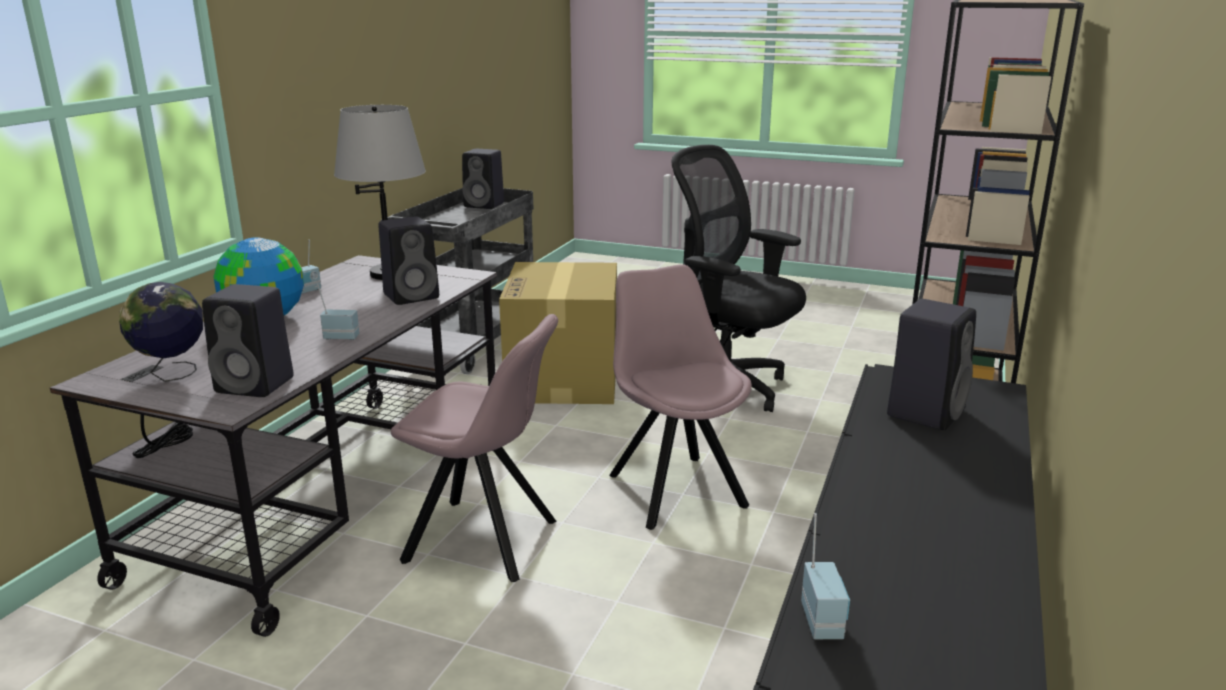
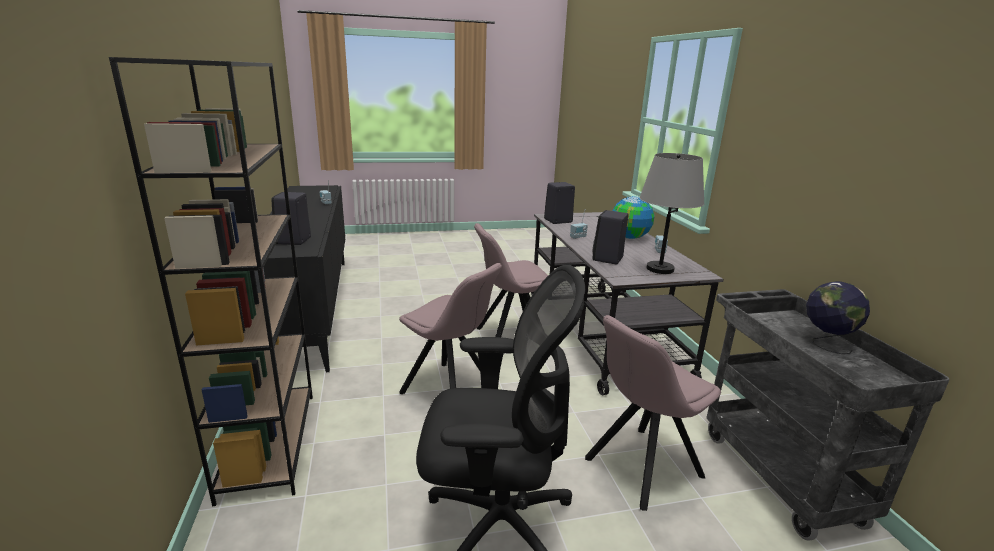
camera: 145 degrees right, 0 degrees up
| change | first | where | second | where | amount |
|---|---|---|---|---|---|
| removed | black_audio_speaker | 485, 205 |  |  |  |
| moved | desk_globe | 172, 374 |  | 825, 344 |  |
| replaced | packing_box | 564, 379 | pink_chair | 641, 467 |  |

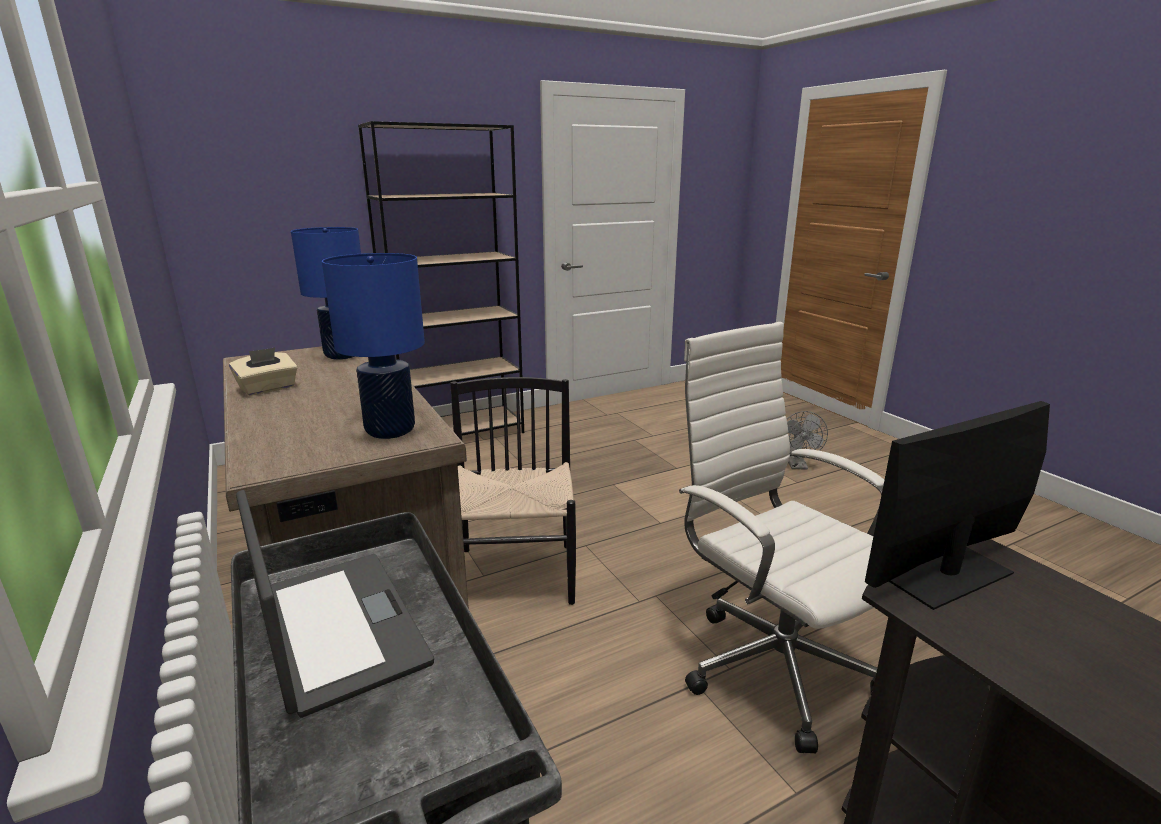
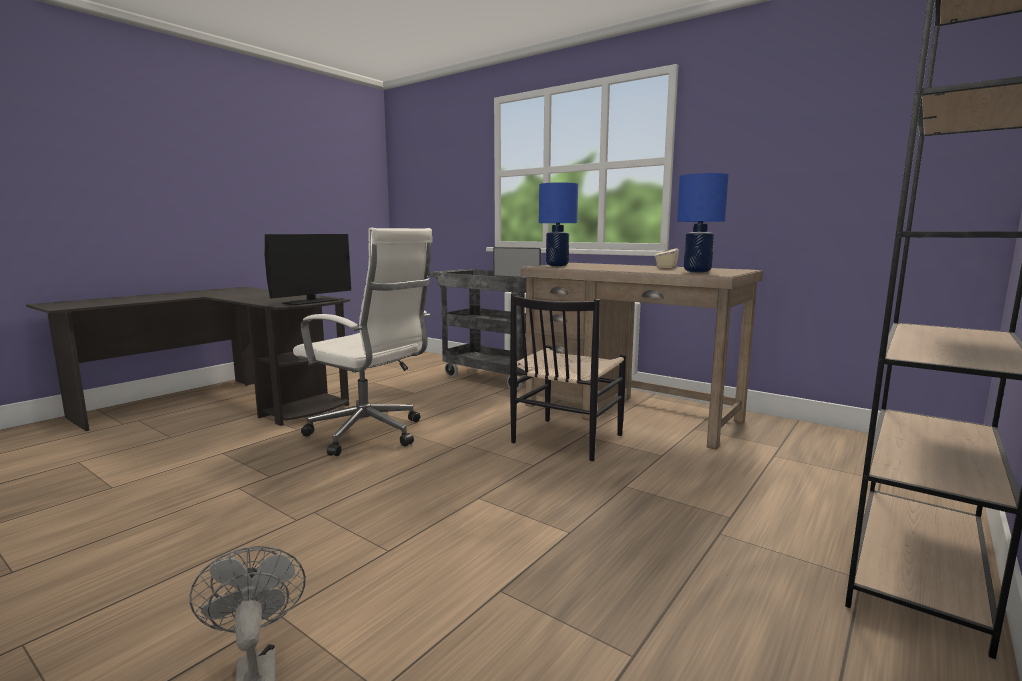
camera: 155 degrees right, 10 degrees down
| change | first | where | second | where | amount |
|---|---|---|---|---|---|
| turned | black_chair | 516, 572 |  | 564, 441 | 60 degrees clockwise |

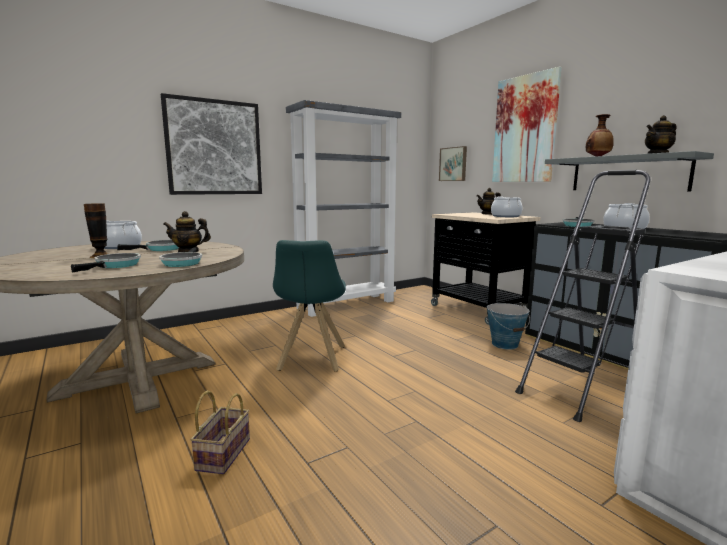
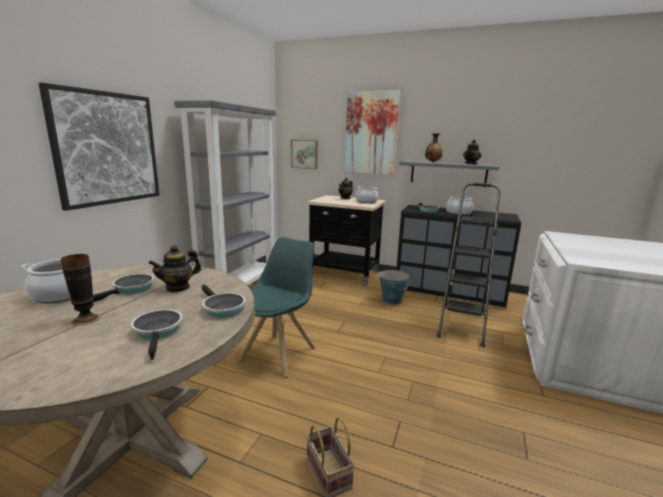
camera: 35 degrees left, 5 degrees up
| change | first | where | second | where | amount |
|---|---|---|---|---|---|
| turned | turquoise-coloured_chair | 311, 358 |  | 279, 354 | 120 degrees counterclockwise |

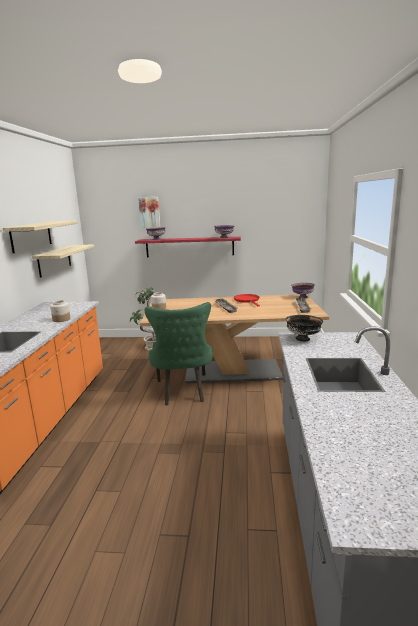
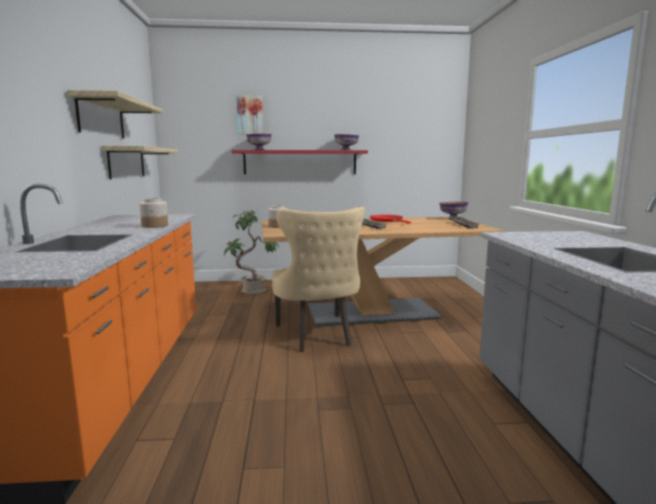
camera: 10 degrees left, 5 degrees down
| change | first | where | second | where | amount |
|---|---|---|---|---|---|
| removed | black_serving_bowl | 303, 339 |  |  |  |
| recoloured | green-coloured_chair | 183, 391 | sand-coloured_chair | 317, 335 |  |

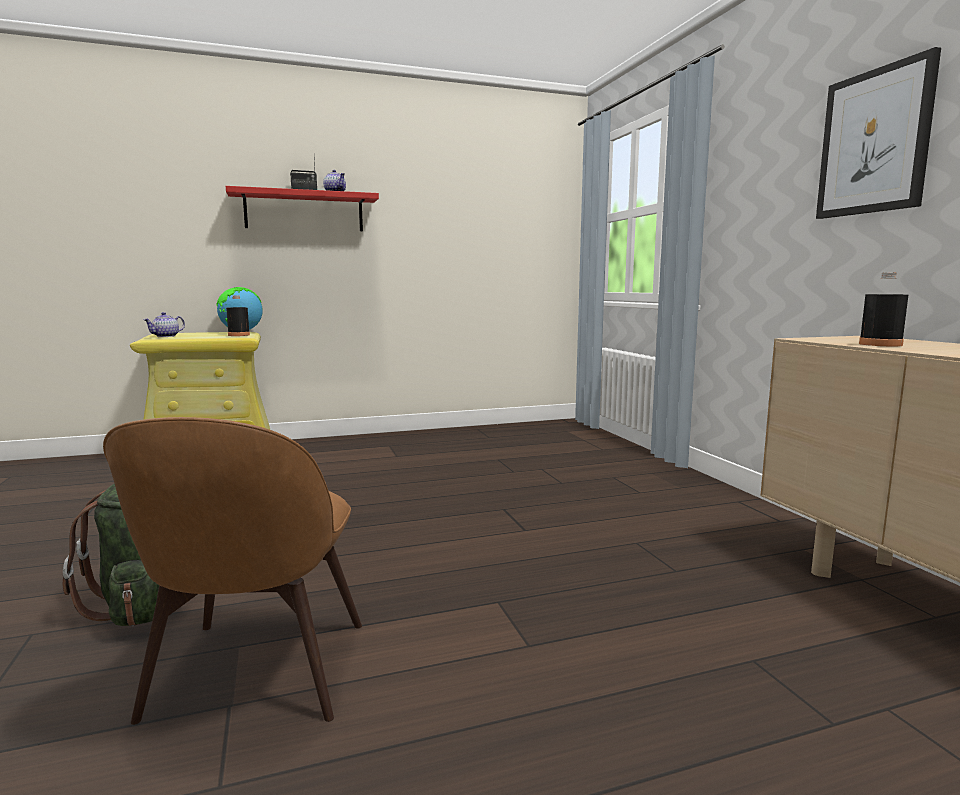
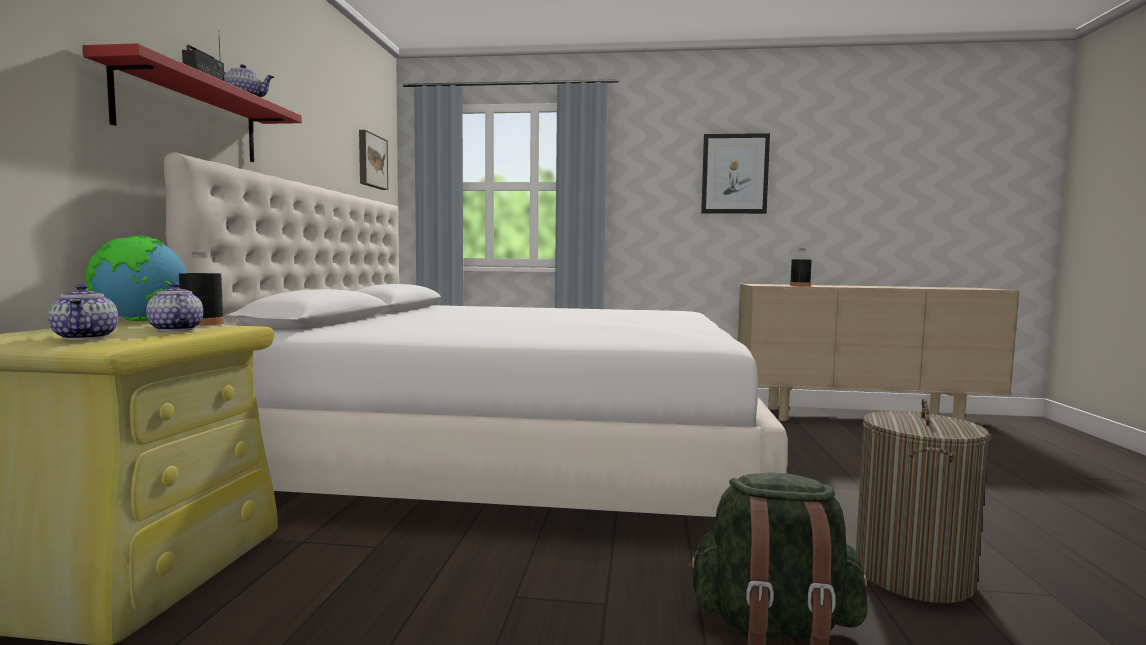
camera: 65 degrees left, 5 degrees down
| change | first | where | second | where | amount |
|---|---|---|---|---|---|
| added |  |  | pot_for_tea | 174, 329 |  |
| added |  |  | white-coloured_sleeping_bed | 515, 451 |  |
| added |  |  | wall_art | 371, 161 |  |
| replaced | brown_chair | 256, 675 | laundry_basket | 913, 575 |  |

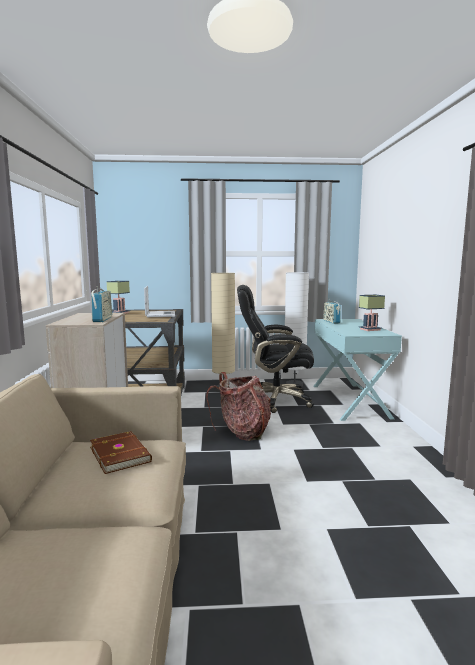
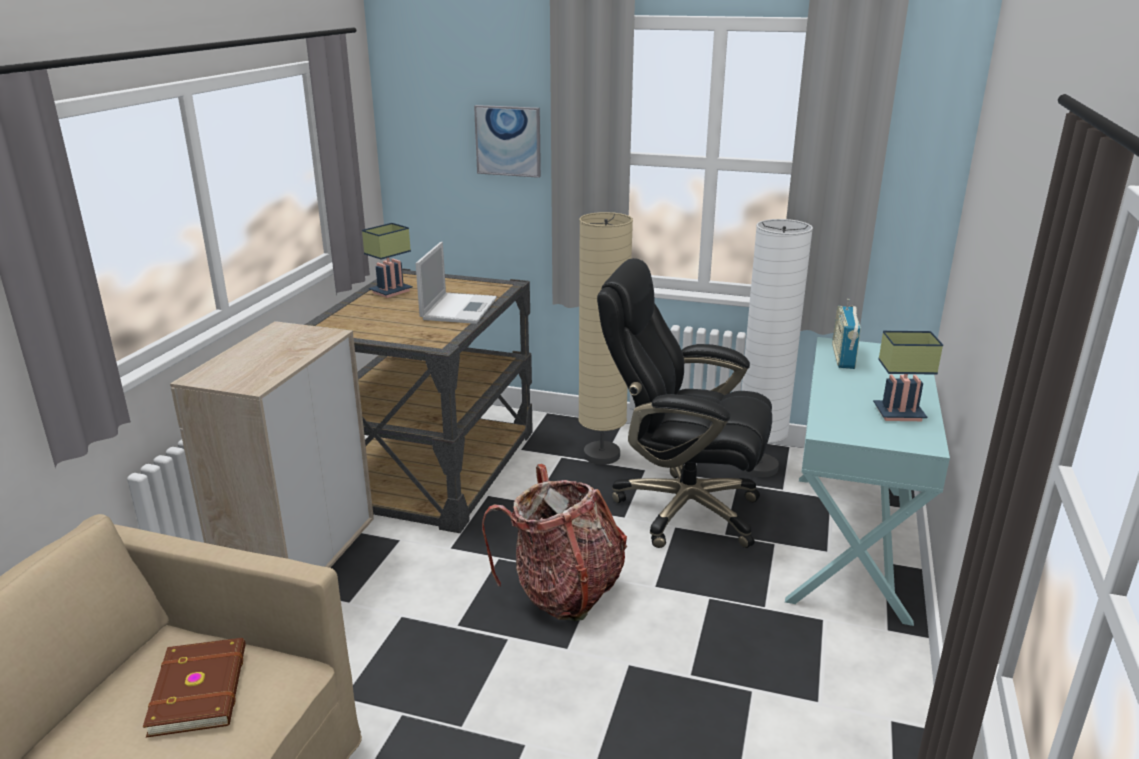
camera: 20 degrees right, 15 degrees up
| change | first | where | second | where | amount |
|---|---|---|---|---|---|
| removed | radio_receiver | 102, 319 |  |  |  |
| added |  |  | wall_art | 508, 141 |  |

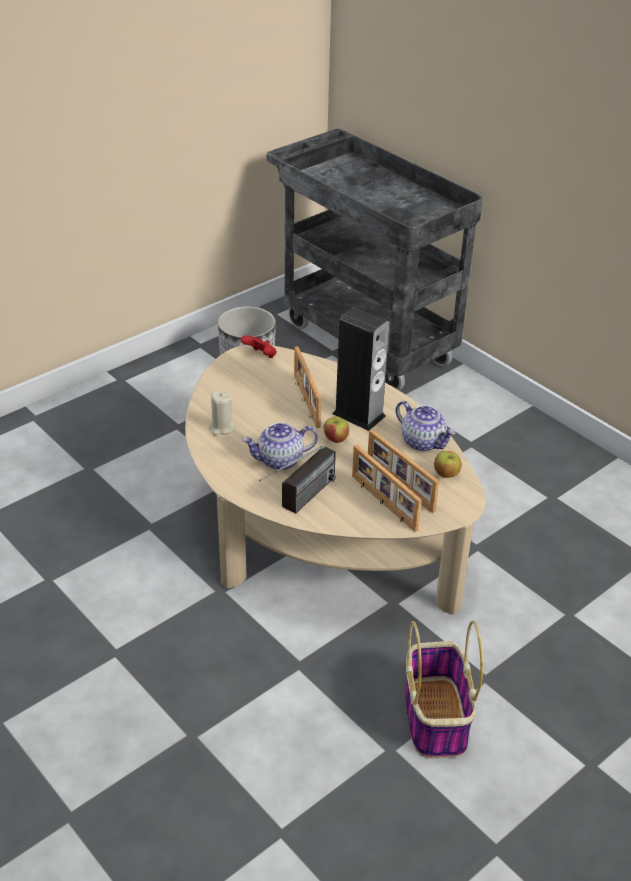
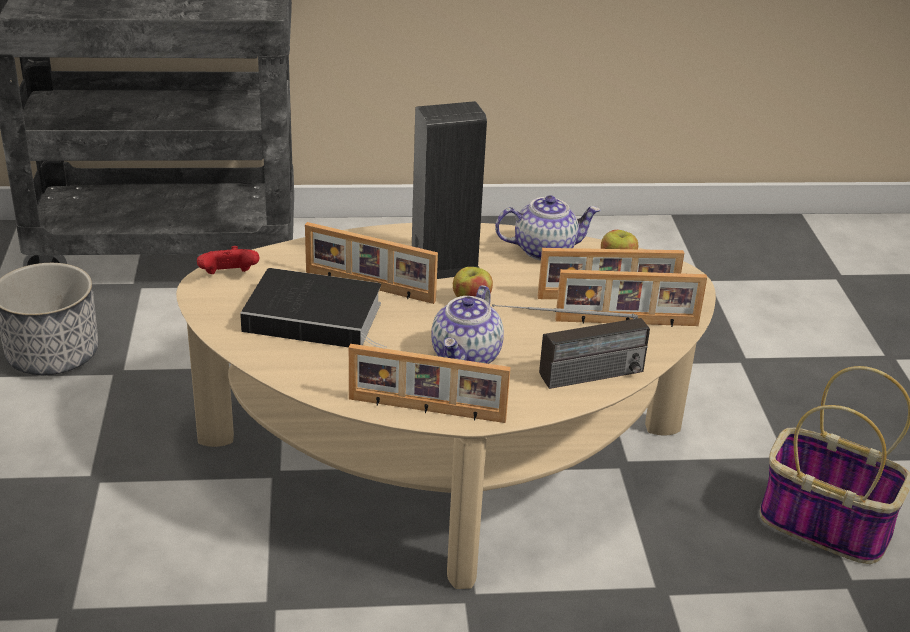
camera: 55 degrees left, 5 degrees down
| change | first | where | second | where | amount |
|---|---|---|---|---|---|
| removed | sand-coloured_candle | 222, 428 |  |  |  |
| added |  |  | book | 317, 317 |  |
| added |  |  | standing_frame | 426, 410 |  |
| turned | radio_receiver | 299, 503 |  | 566, 379 | 90 degrees clockwise |

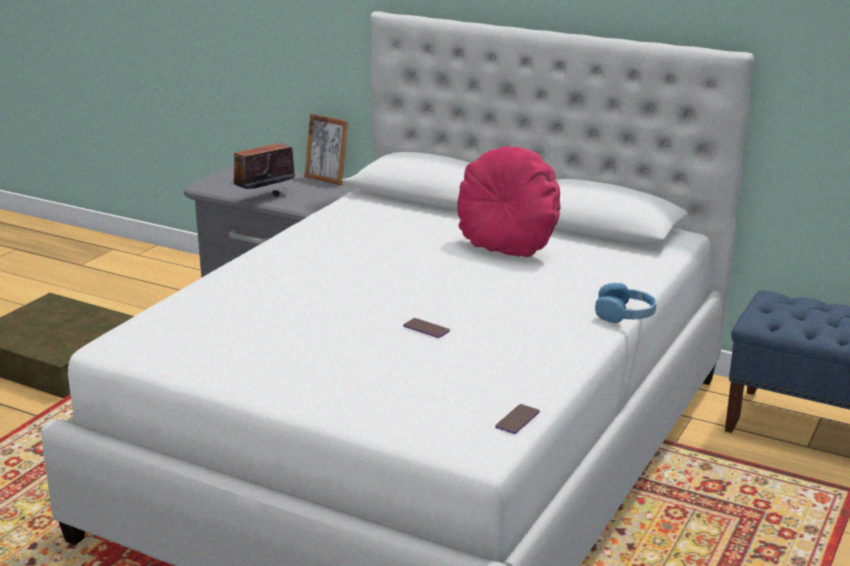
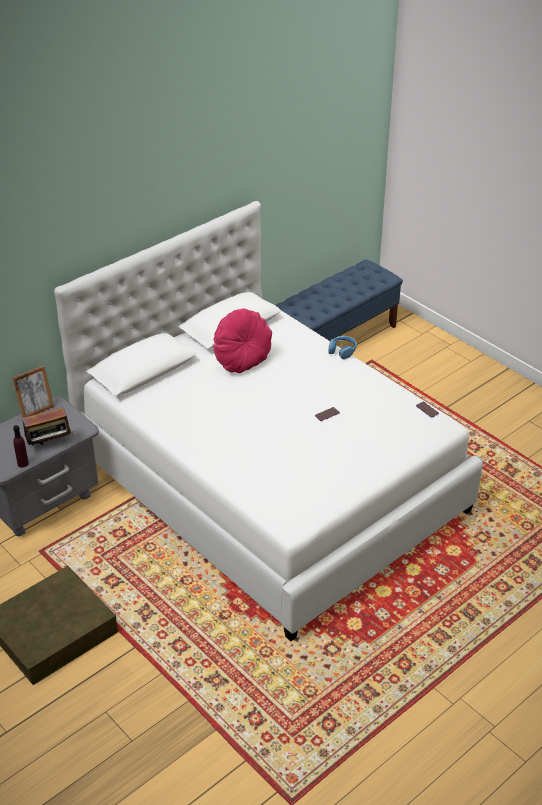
camera: 70 degrees left, 15 degrees up
| change | first | where | second | where | amount |
|---|---|---|---|---|---|
| added |  |  | purple-coloured_drink_bottle | 23, 463 |  |
| turned | radio_receiver | 264, 197 |  | 50, 444 | 90 degrees counterclockwise |

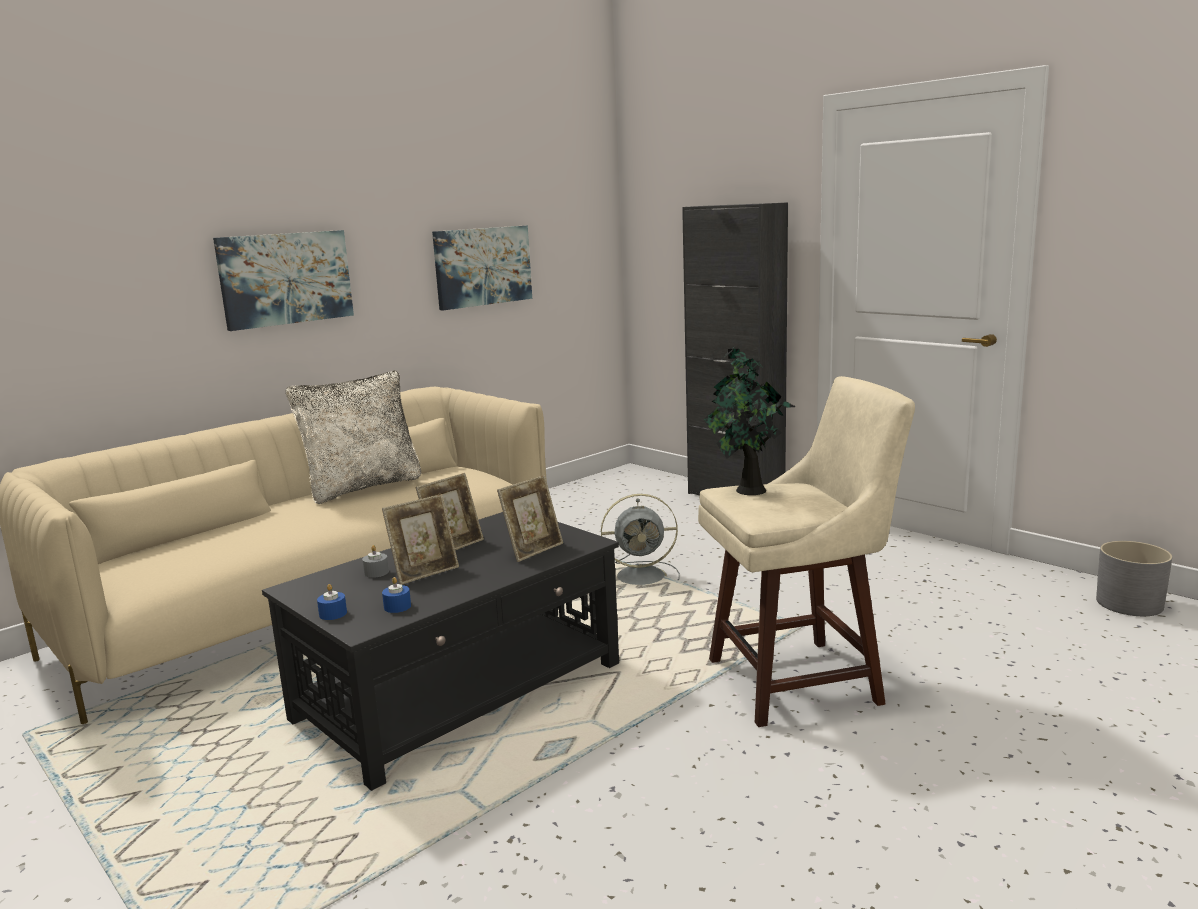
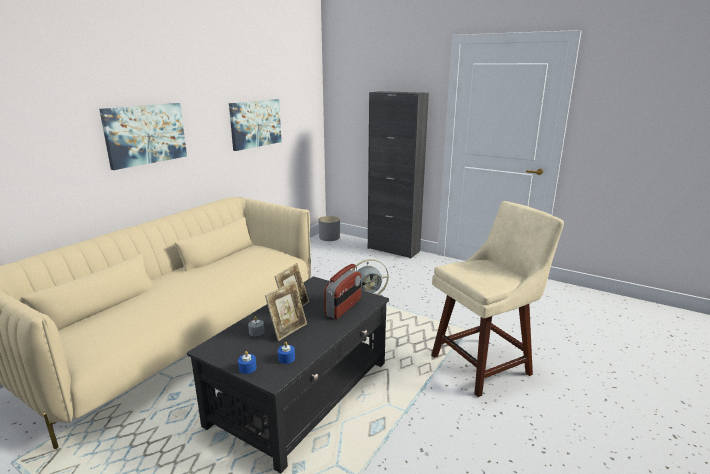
camera: 15 degrees left, 5 degrees up
| change | first | where | second | where | amount |
|---|---|---|---|---|---|
| removed | sand-coloured_throw_pillow | 365, 488 |  |  |  |
| removed | potted_plant | 748, 490 |  |  |  |
| moved | gray_planter | 1128, 603 |  | 329, 237 |  |
| replaced | standing_frame | 533, 550 | radio_receiver | 344, 307 |  |

